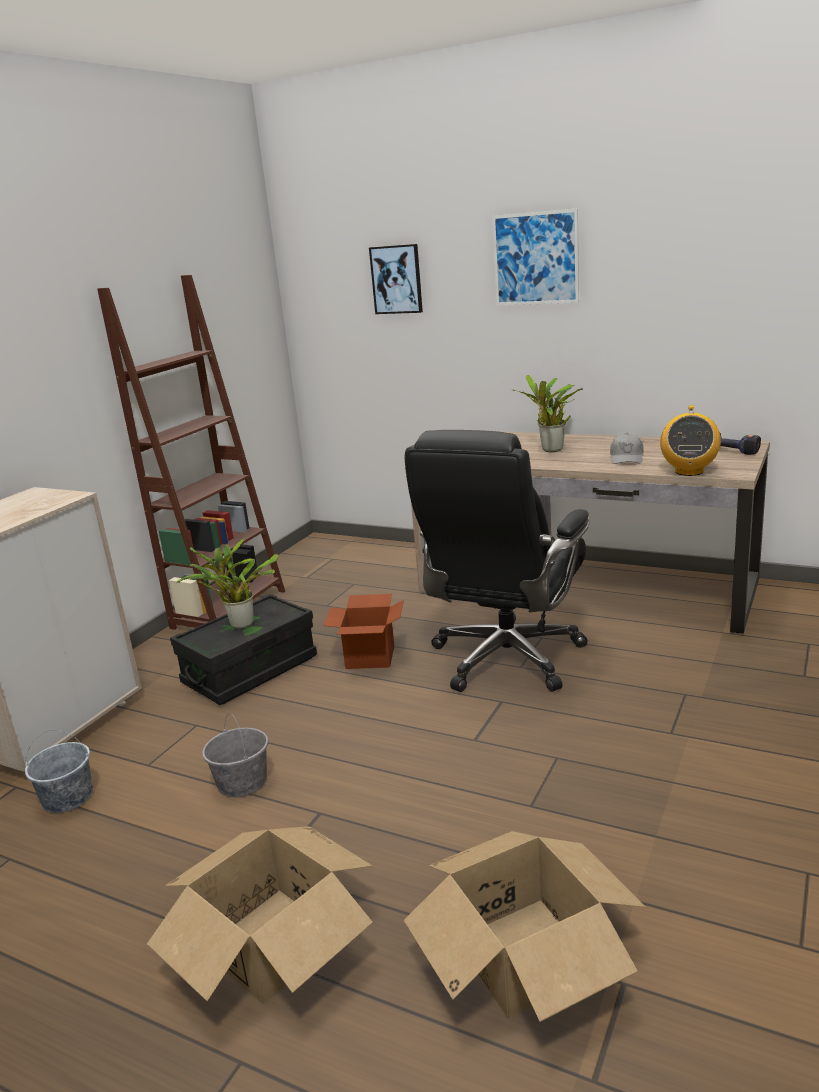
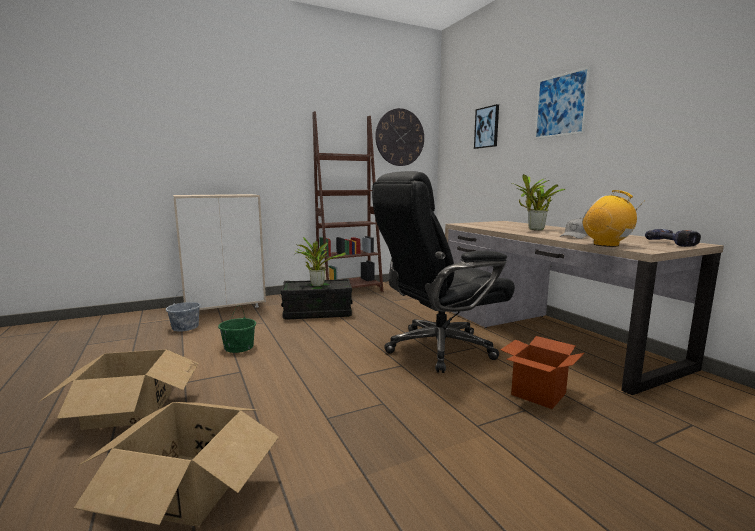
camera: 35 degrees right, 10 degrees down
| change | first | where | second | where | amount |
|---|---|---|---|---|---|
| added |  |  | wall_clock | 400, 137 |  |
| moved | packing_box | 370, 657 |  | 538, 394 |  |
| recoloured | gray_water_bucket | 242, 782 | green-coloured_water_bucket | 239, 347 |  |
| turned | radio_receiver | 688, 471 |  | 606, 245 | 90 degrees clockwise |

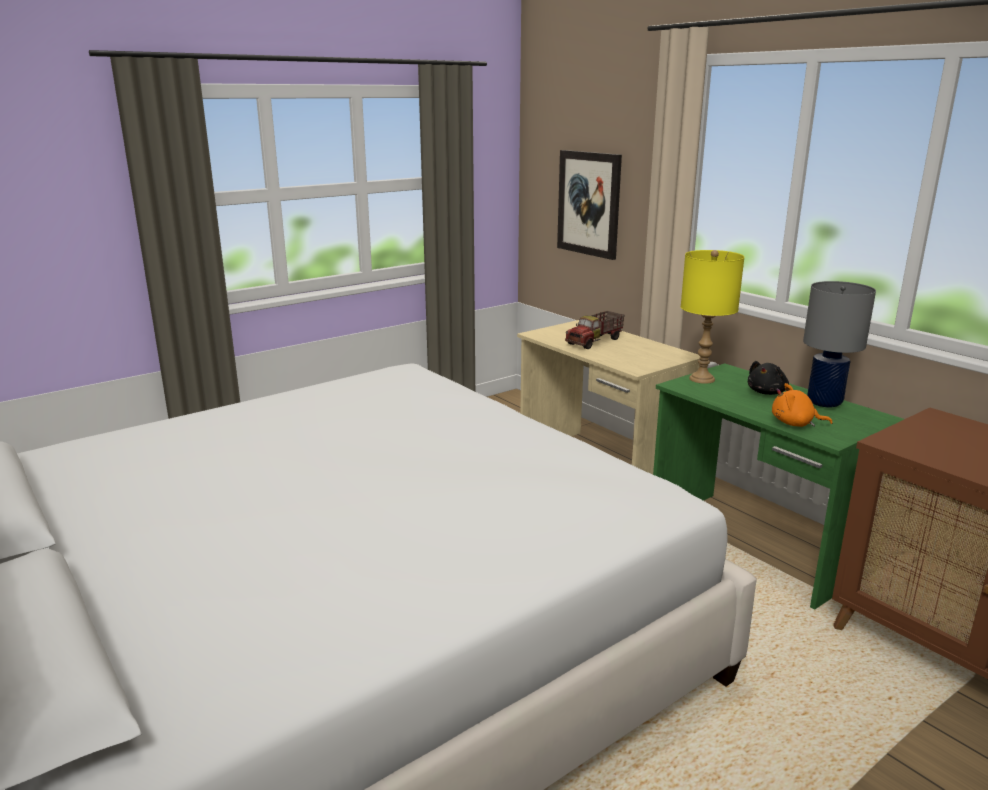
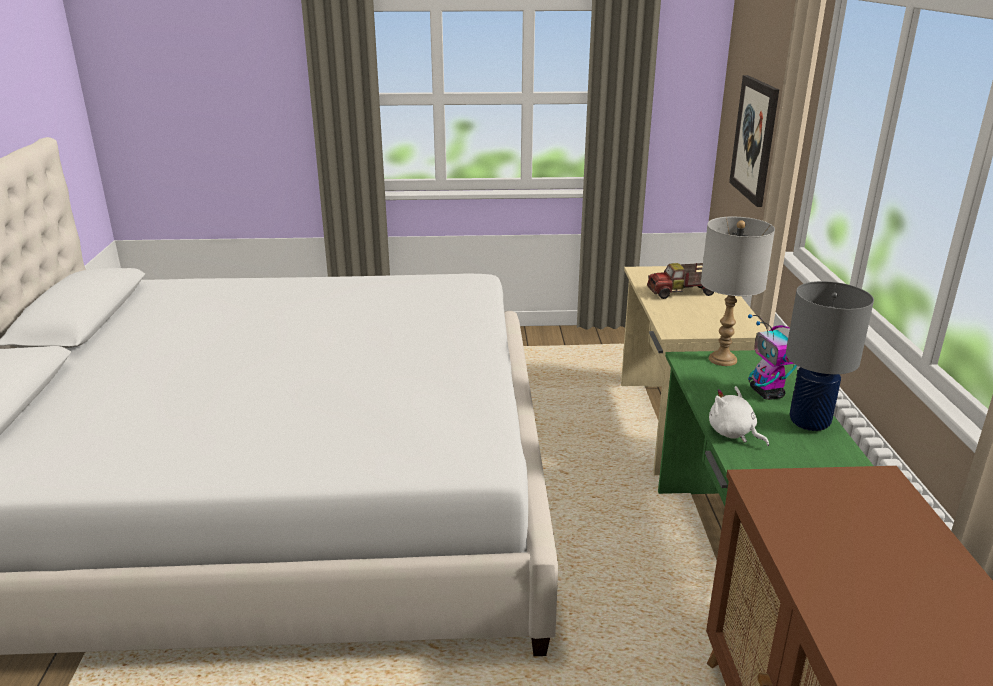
camera: 35 degrees right, 5 degrees up
| change | first | where | second | where | amount |
|---|---|---|---|---|---|
| replaced | black_cuddly_toy | 767, 392 | model_robot | 767, 393 |  |
| recoloured | yellow_table_lamp | 702, 379 | gray_table_lamp | 722, 359 |  |
| recoloured | orangey_cuddly_toy | 795, 424 | white-coloured_cuddly_toy | 733, 433 |  |

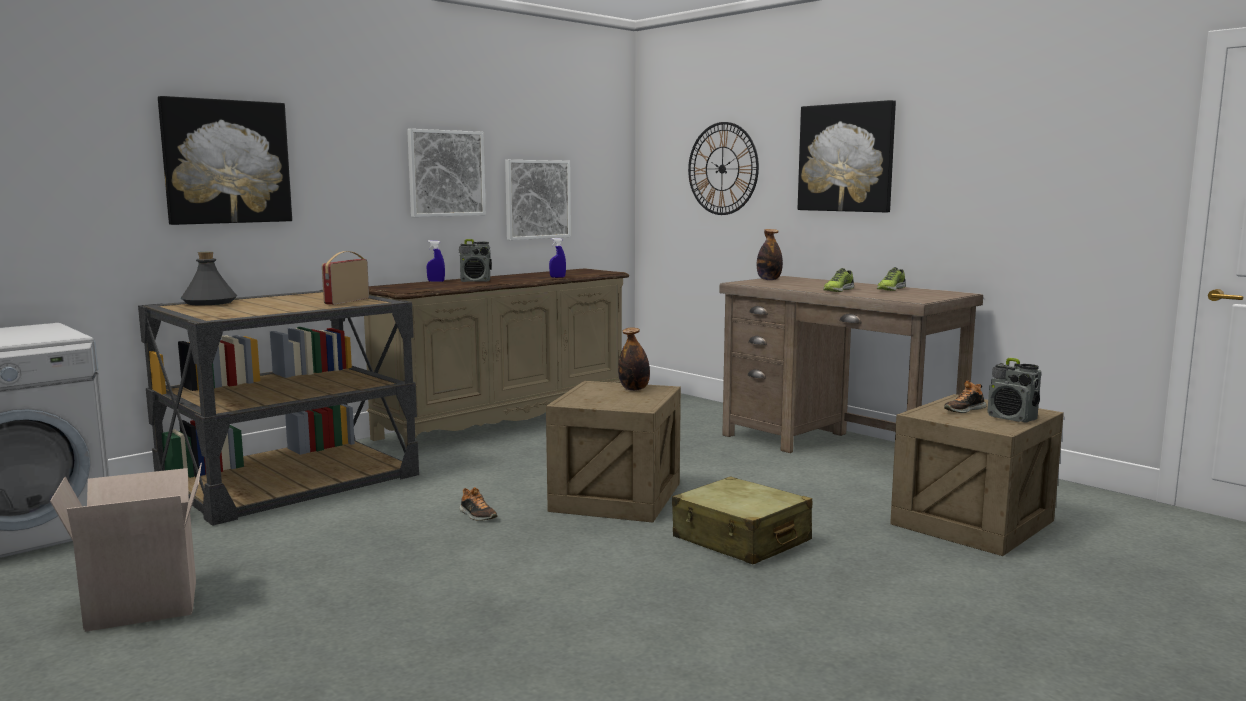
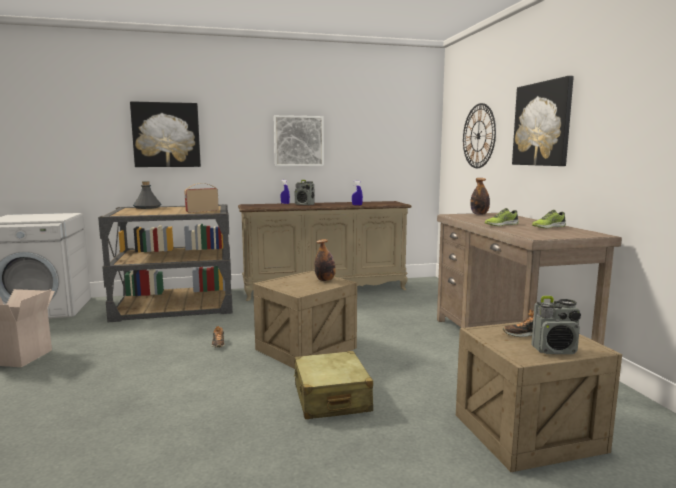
camera: 30 degrees right, 0 degrees up
| change | first | where | second | where | amount |
|---|---|---|---|---|---|
| removed | wall_art | 537, 199 |  |  |  |
| turned | radio_receiver | 1012, 418 |  | 554, 350 | 75 degrees counterclockwise |

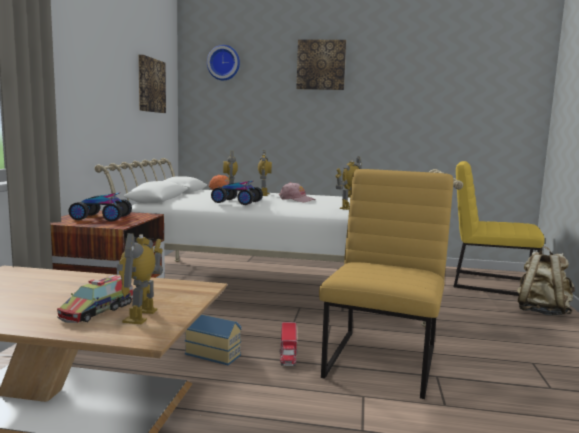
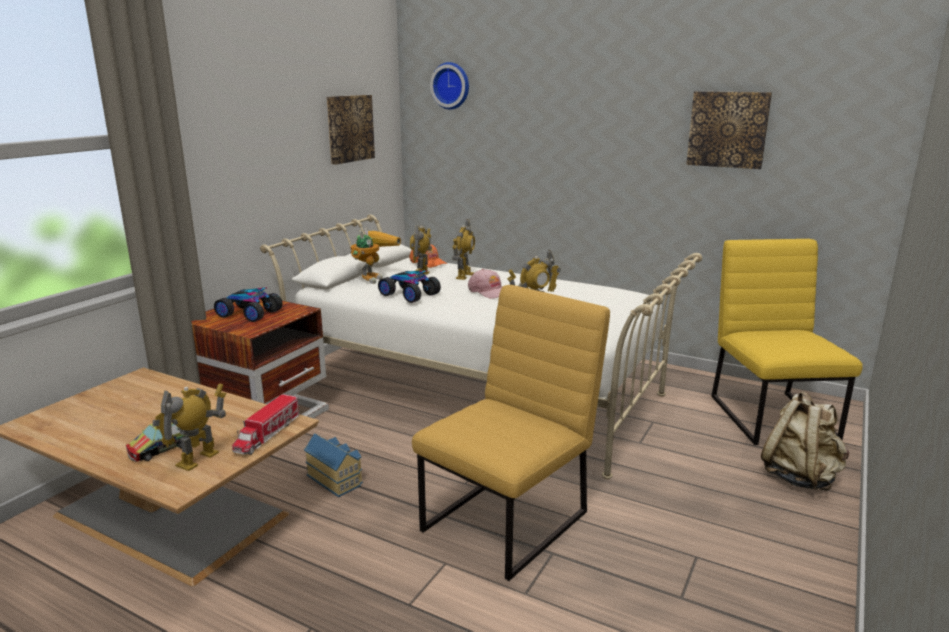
camera: 20 degrees right, 10 degrees up
| change | first | where | second | where | amount |
|---|---|---|---|---|---|
| added |  |  | model_robot | 372, 277 |  |
| moved | toy_lorry | 288, 352 |  | 267, 434 |  |
| moved | wall_art | 321, 65 |  | 728, 129 |  |
| turned | yellow_chair | 489, 283 |  | 771, 415 | 45 degrees clockwise |

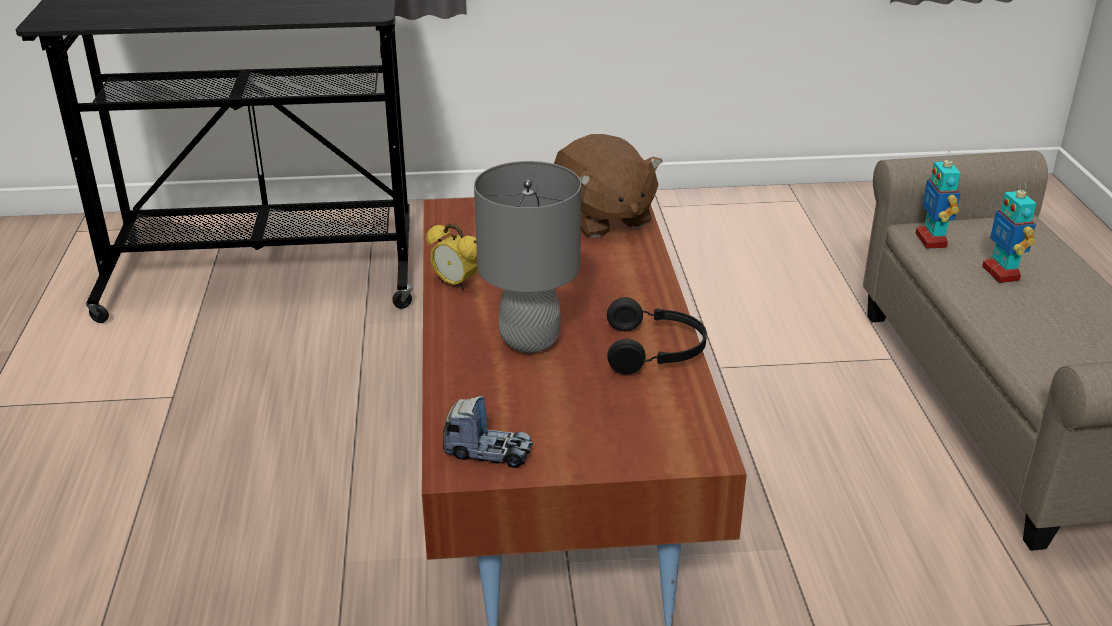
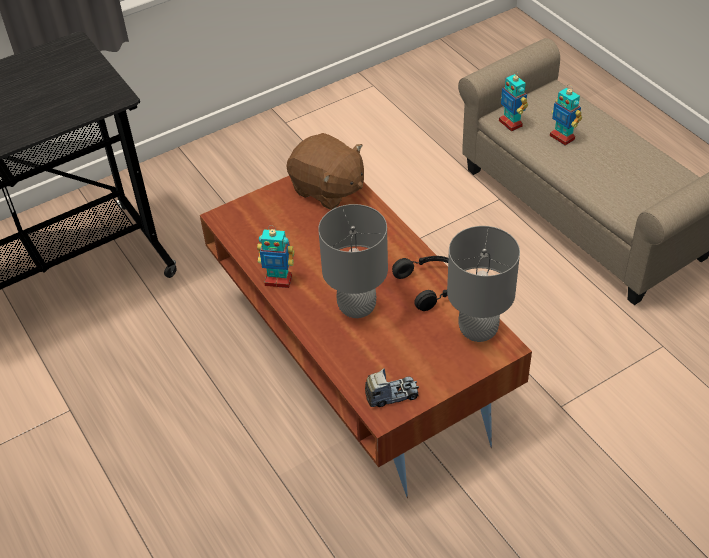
camera: 25 degrees left, 15 degrees up
| change | first | where | second | where | amount |
|---|---|---|---|---|---|
| added |  |  | gray_table_lamp | 478, 332 |  |
| replaced | table_clock | 456, 284 | model_robot | 278, 280 |  |

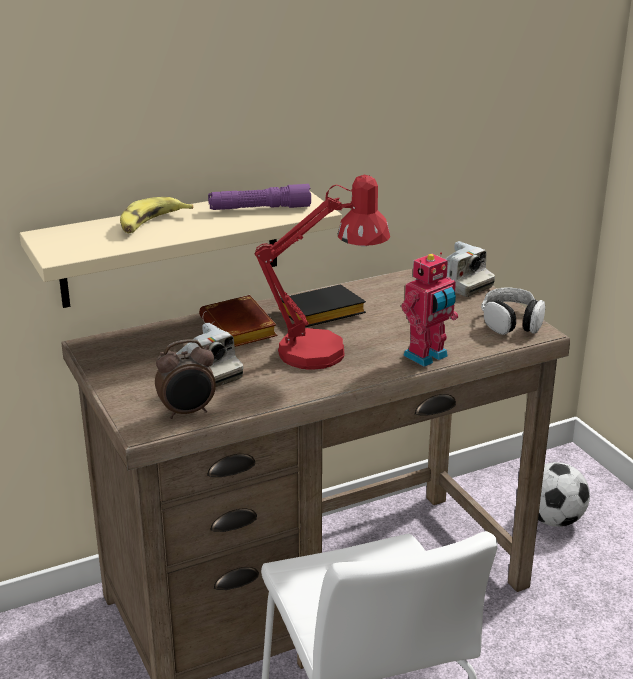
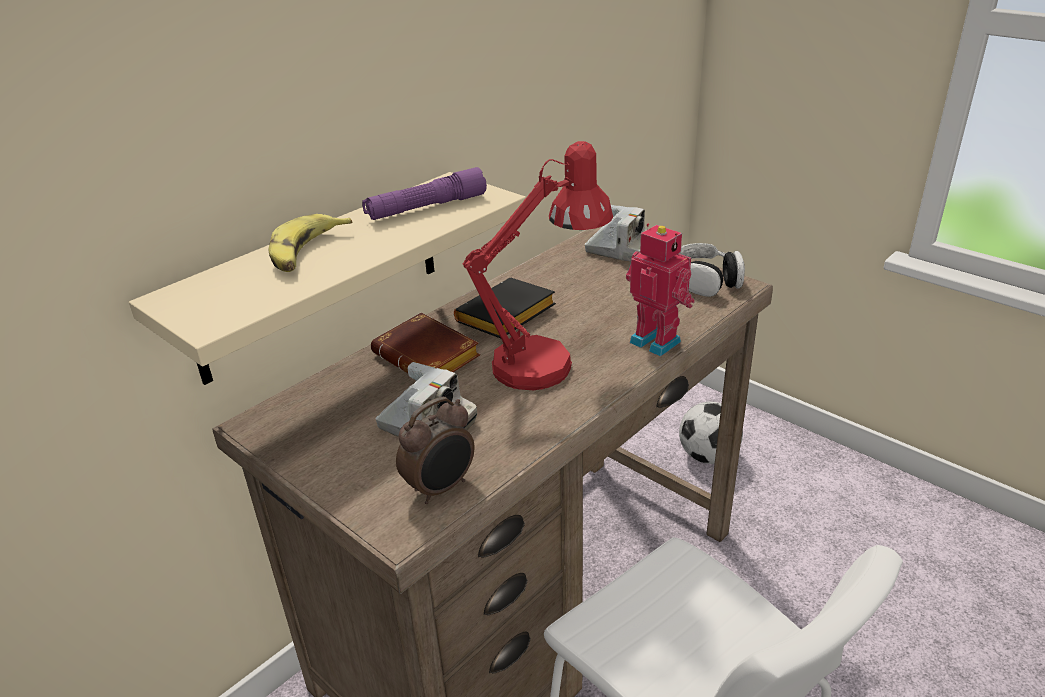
camera: 20 degrees left, 5 degrees up
| change | first | where | second | where | amount |
|---|---|---|---|---|---|
| turned | model_robot | 427, 357 |  | 657, 340 | 75 degrees counterclockwise |

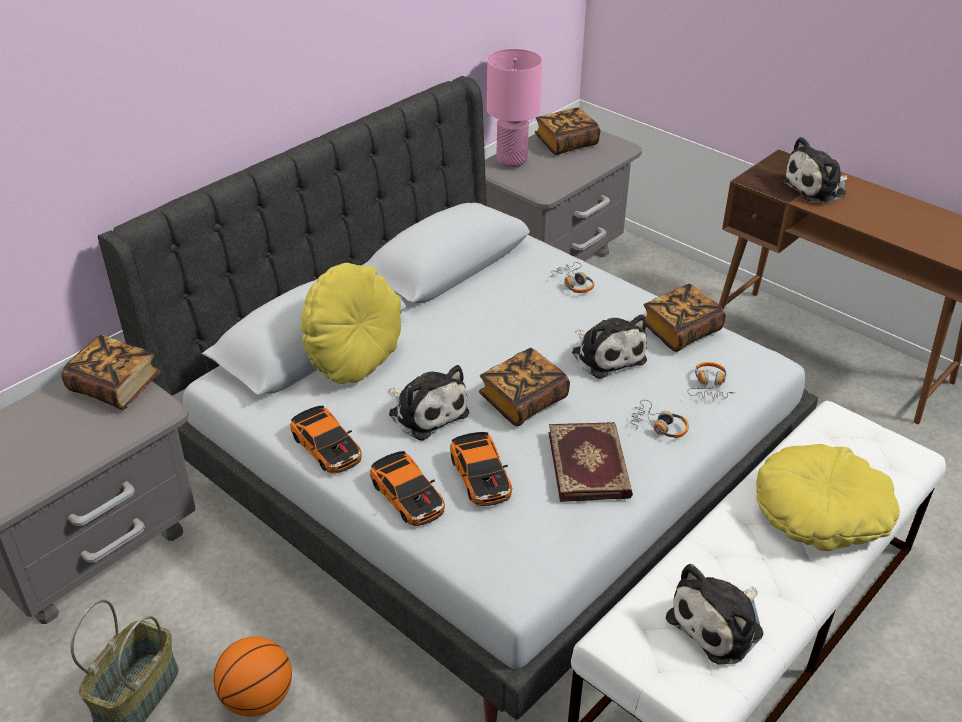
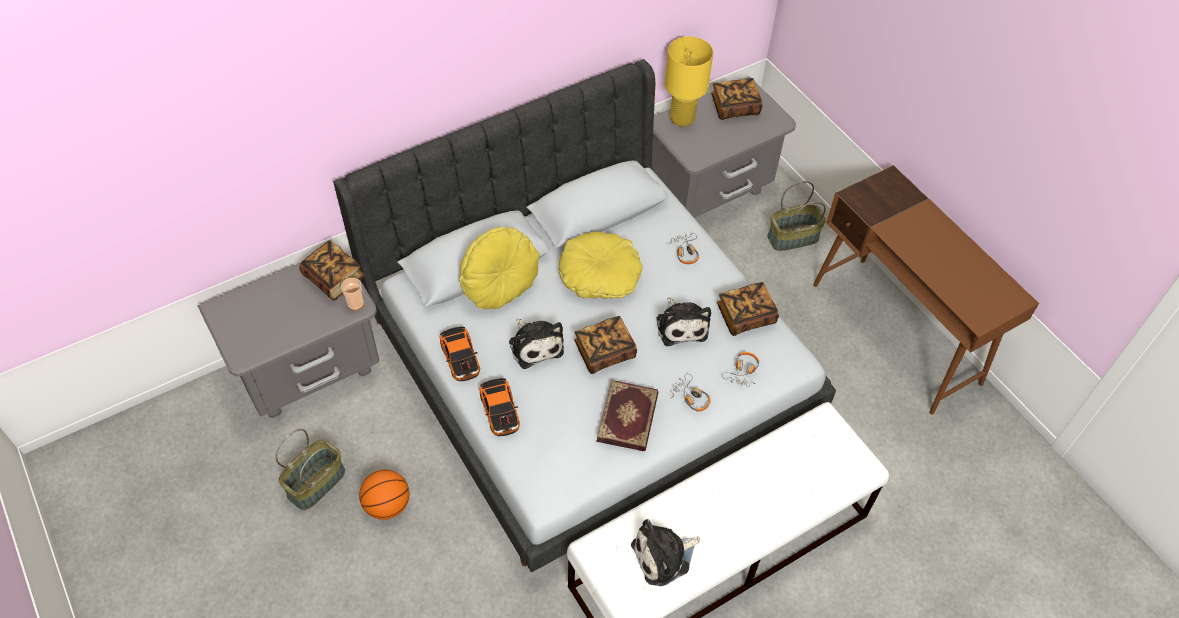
camera: 15 degrees right, 15 degrees up
| change | first | where | second | where | amount |
|---|---|---|---|---|---|
| removed | miniature_car | 482, 476 |  |  |  |
| removed | cuddly_toy | 816, 188 |  |  |  |
| added |  |  | drinking_cup | 355, 304 |  |
| added |  |  | basket | 792, 238 |  |
| moved | yellow_throw_pillow | 819, 509 |  | 600, 273 |  |
| recoloured | pink_table_lamp | 512, 163 | yellow_table_lamp | 682, 120 |  |

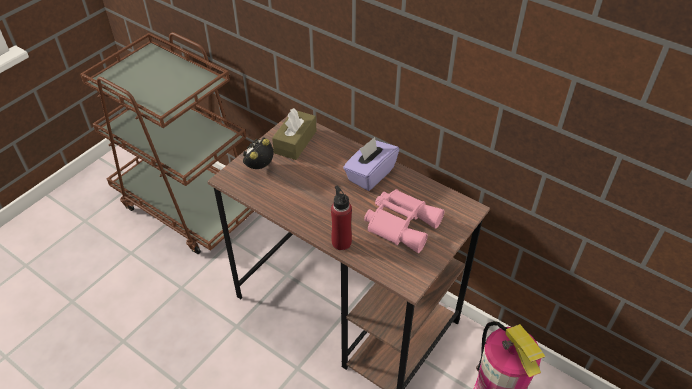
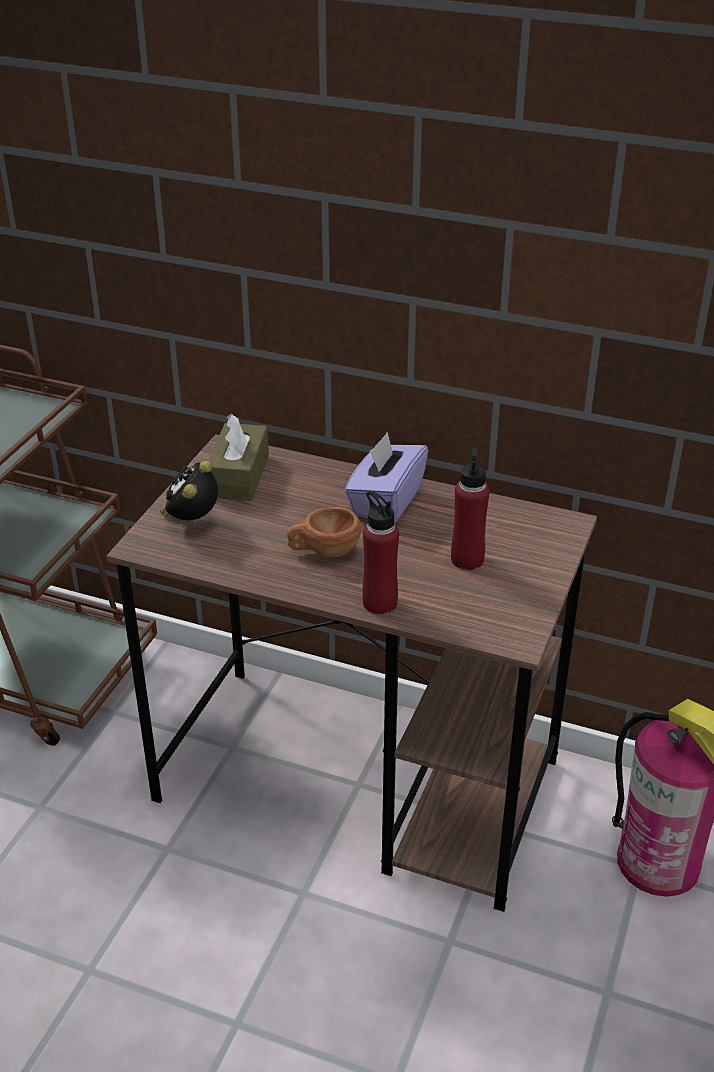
camera: 15 degrees left, 10 degrees down
| change | first | where | second | where | amount |
|---|---|---|---|---|---|
| added |  |  | brown_drinking_cup | 324, 551 |  |
| replaced | pink_pair_of_binoculars | 401, 223 | red-coloured_drink_bottle | 467, 559 |  |

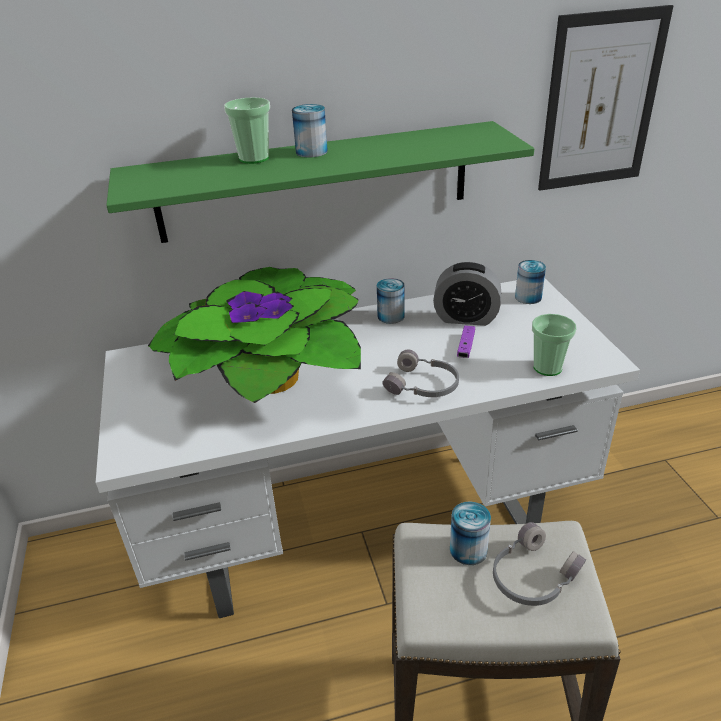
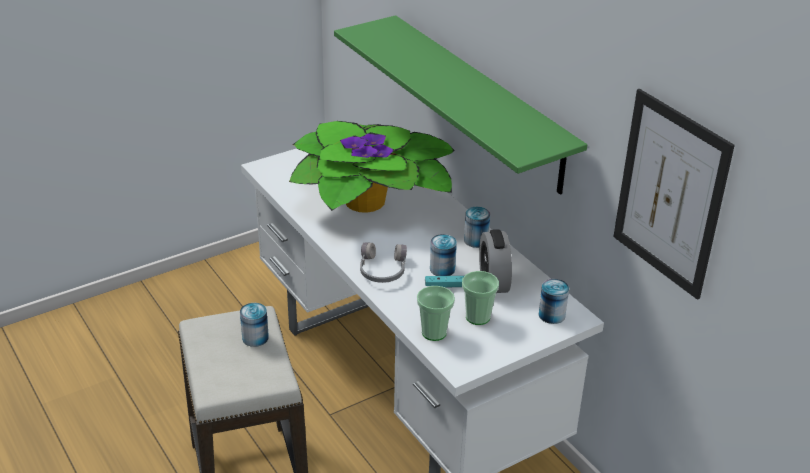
camera: 70 degrees right, 0 degrees up
| change | first | where | second | where | amount |
|---|---|---|---|---|---|
| removed | gray_headphones | 531, 576 |  |  |  |
| moved | drinking_cup | 254, 158 |  | 477, 317 |  |
| moved | metal_can | 311, 152 |  | 442, 269 |  |
| recoloured | purple-coloured_joypad | 466, 347 | turquoise-coloured_joypad | 446, 285 |  |

